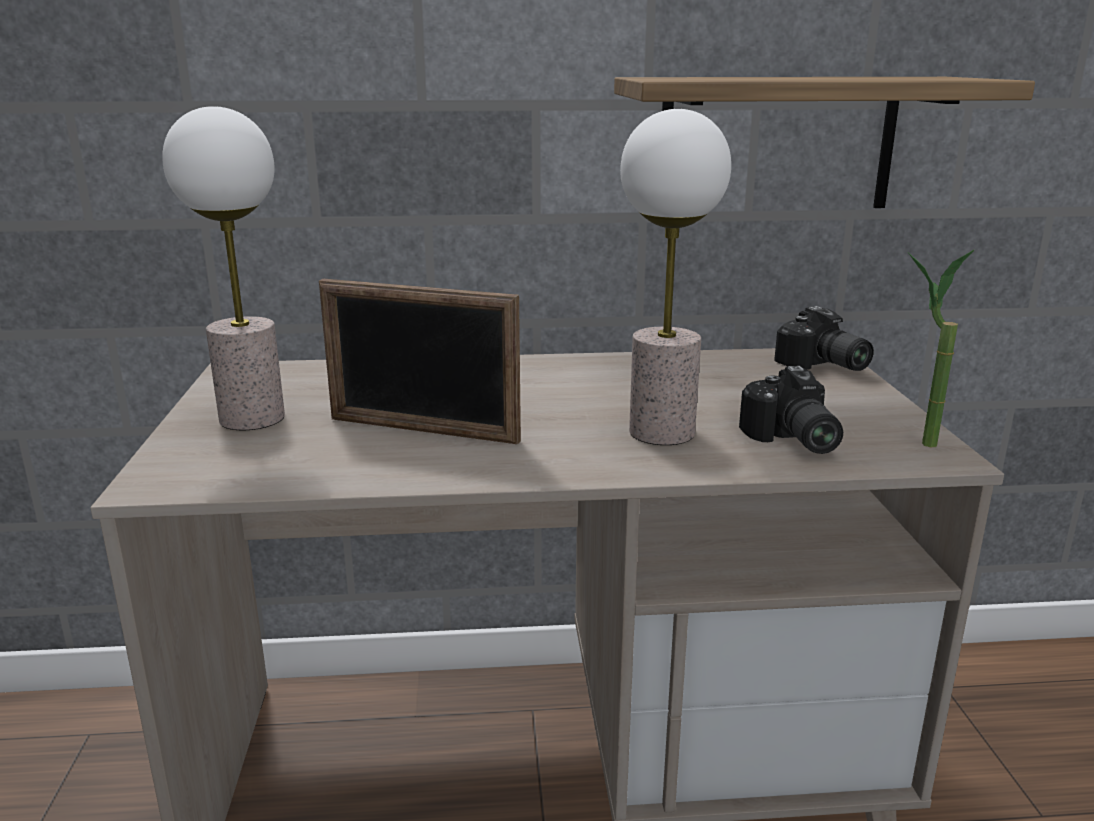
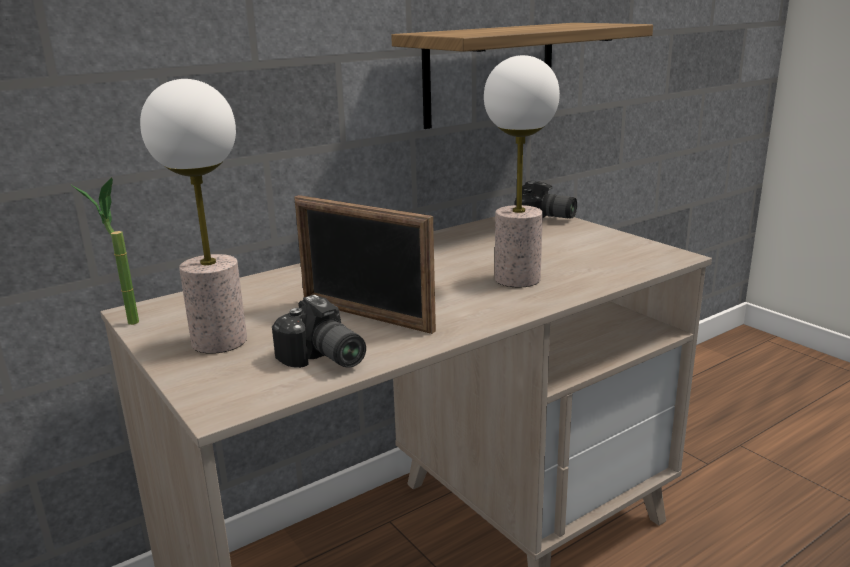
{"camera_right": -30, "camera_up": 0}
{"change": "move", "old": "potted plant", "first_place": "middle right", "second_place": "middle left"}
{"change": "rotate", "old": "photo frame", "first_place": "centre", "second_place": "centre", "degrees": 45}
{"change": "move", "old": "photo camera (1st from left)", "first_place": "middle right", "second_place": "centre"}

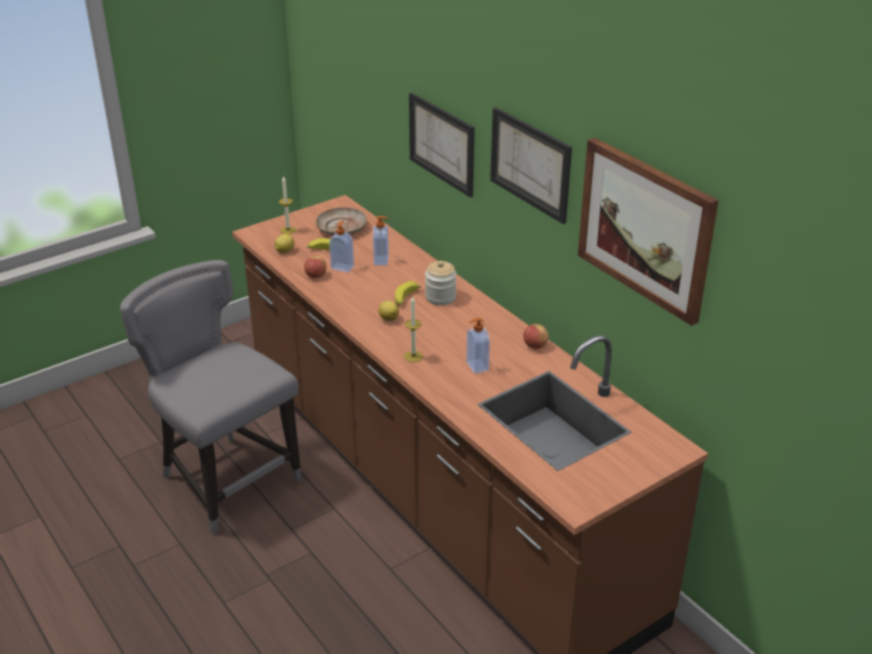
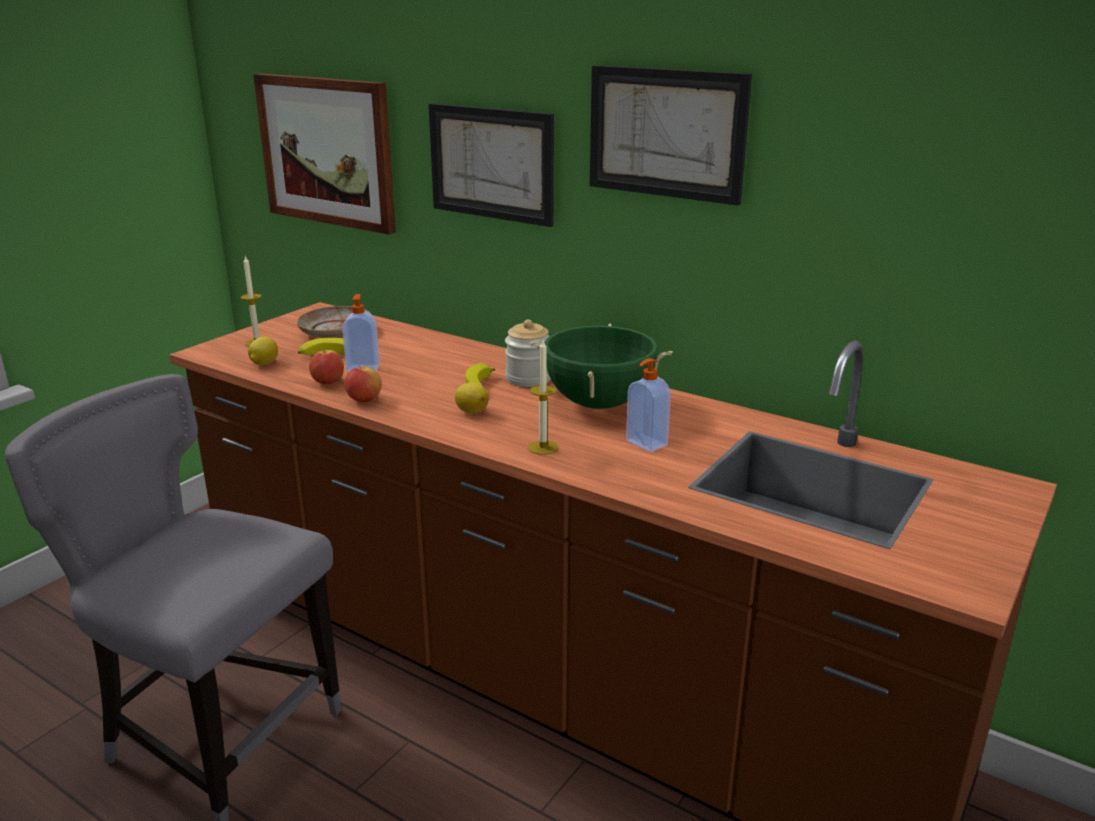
{"camera_right": -20, "camera_up": -10}
{"change": "move", "old": "wall picture (3rd from left in the first image)", "new": "wall picture (1st from left)", "first_place": "middle right", "second_place": "top left"}
{"change": "delete", "old": "soap bottle (2nd from left)", "first_place": "centre"}
{"change": "move", "old": "apple fruit (2nd from left)", "first_place": "centre", "second_place": "middle left"}
{"change": "insert", "new": "green saucepot", "second_place": "centre"}

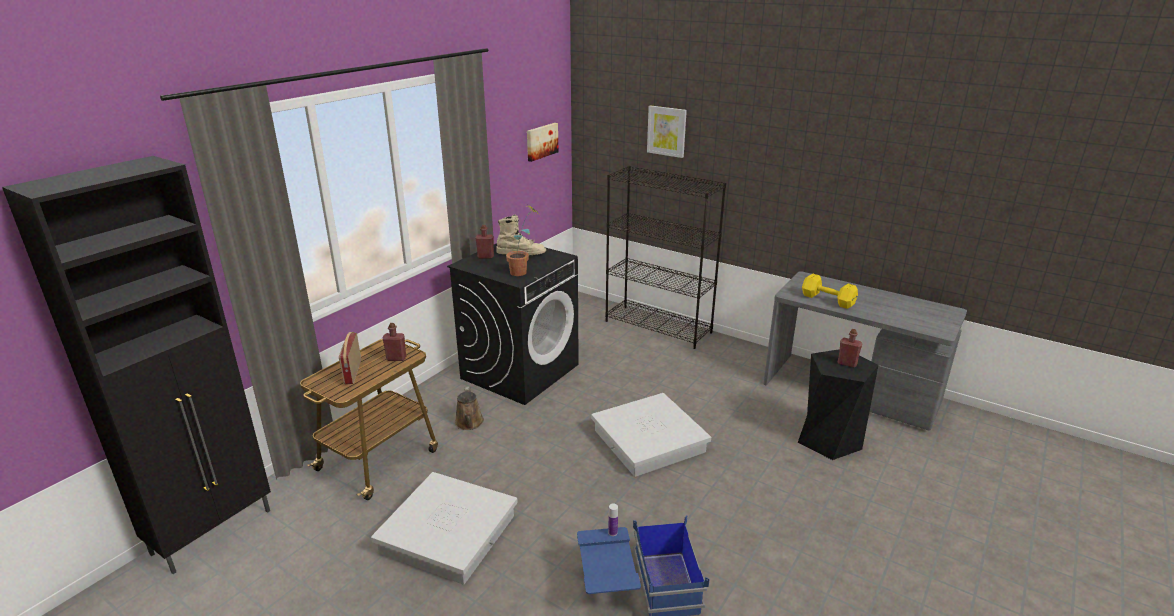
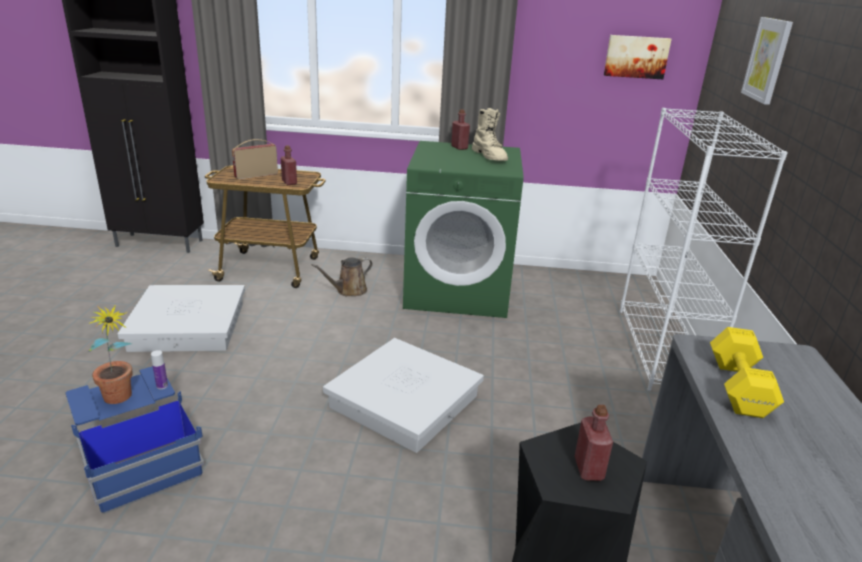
{"camera_right": 60, "camera_up": 0}
{"change": "recolor", "old": "blackish shelving unit", "new": "white-coloured shelving unit", "first_place": "centre", "second_place": "middle right"}
{"change": "move", "old": "potted plant", "first_place": "centre", "second_place": "middle left"}
{"change": "recolor", "old": "blackish laundry machine", "new": "green laundry machine", "first_place": "centre", "second_place": "centre"}

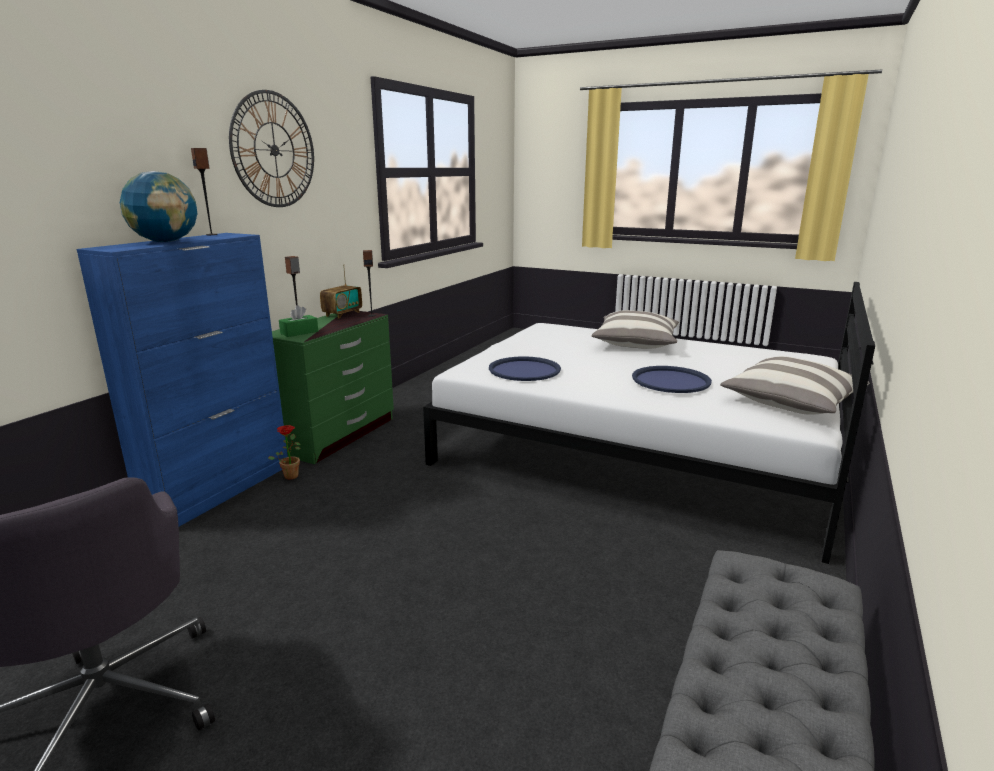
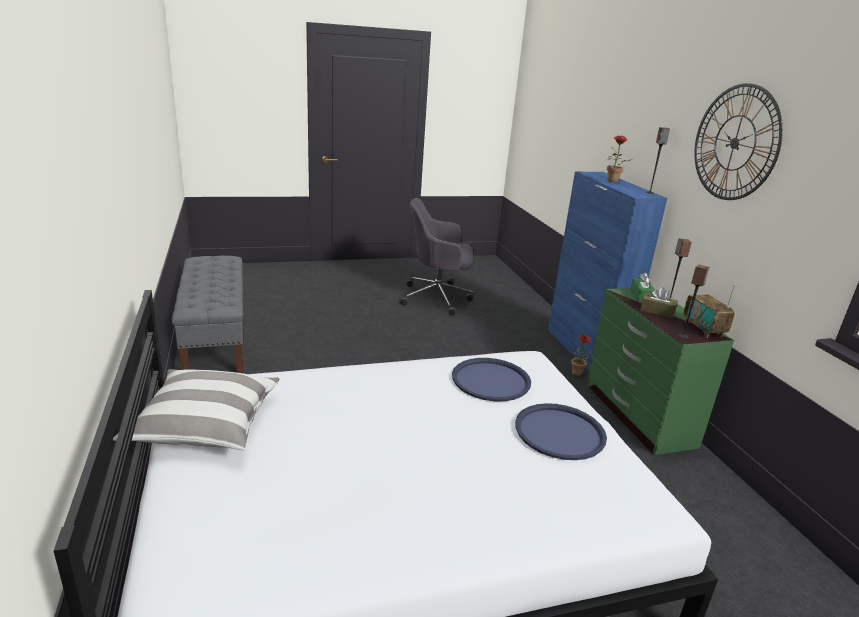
{"camera_right": 135, "camera_up": 5}
{"change": "replace", "old": "desk globe", "new": "potted plant (2nd from left)", "first_place": "top left", "second_place": "top right"}
{"change": "delete", "old": "pillow (1st from left)", "first_place": "centre"}
{"change": "move", "old": "blue-coloured serving tray (2nd from left)", "first_place": "middle right", "second_place": "bottom centre"}
{"change": "insert", "new": "brown-coloured tissue box", "second_place": "middle right"}

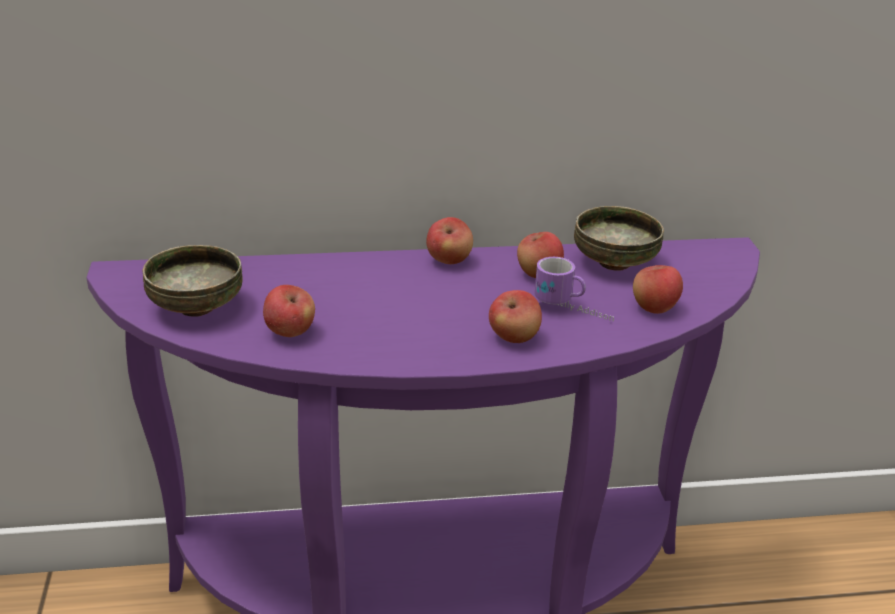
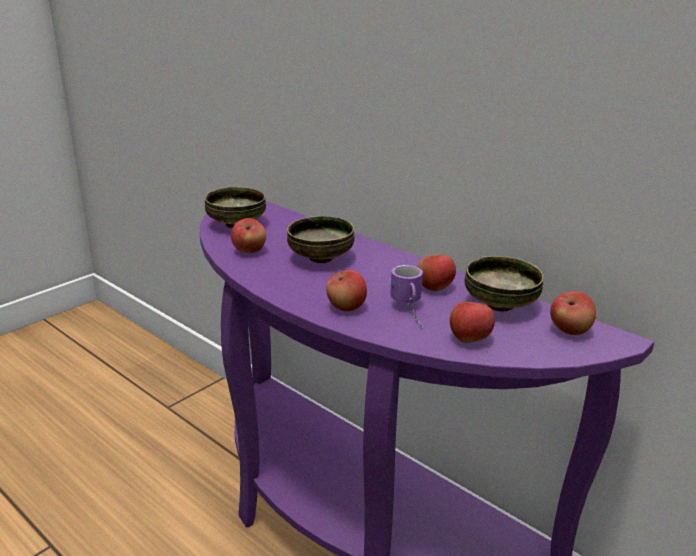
{"camera_right": 50, "camera_up": -5}
{"change": "move", "old": "apple fruit (2nd from left in the first image)", "new": "apple fruit (5th from left)", "first_place": "centre", "second_place": "middle right"}
{"change": "insert", "new": "deep dish (2nd from left)", "second_place": "centre"}

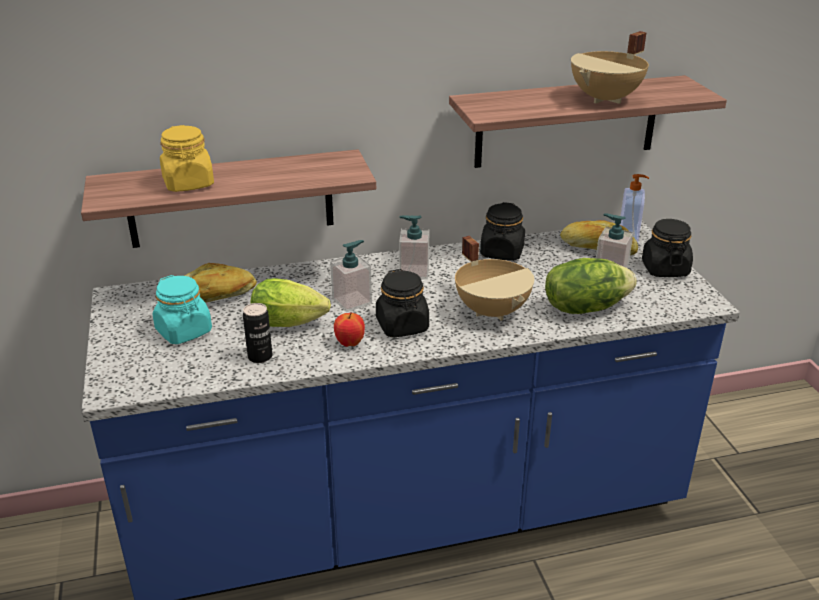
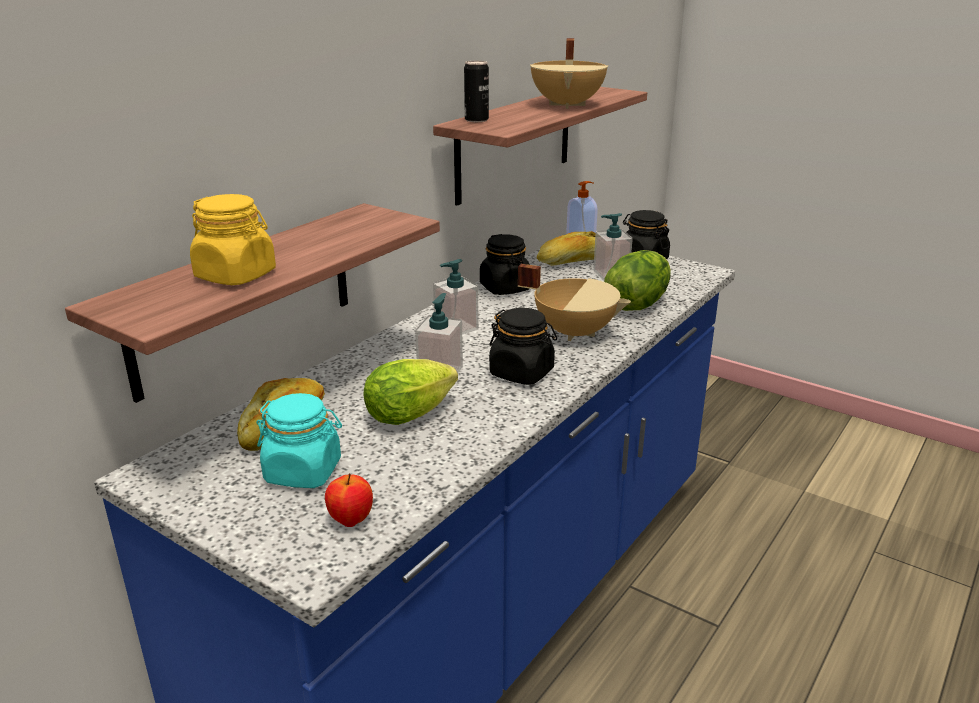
{"camera_right": -40, "camera_up": -5}
{"change": "move", "old": "metal can", "first_place": "middle left", "second_place": "top centre"}
{"change": "move", "old": "apple fruit", "first_place": "centre", "second_place": "bottom centre"}

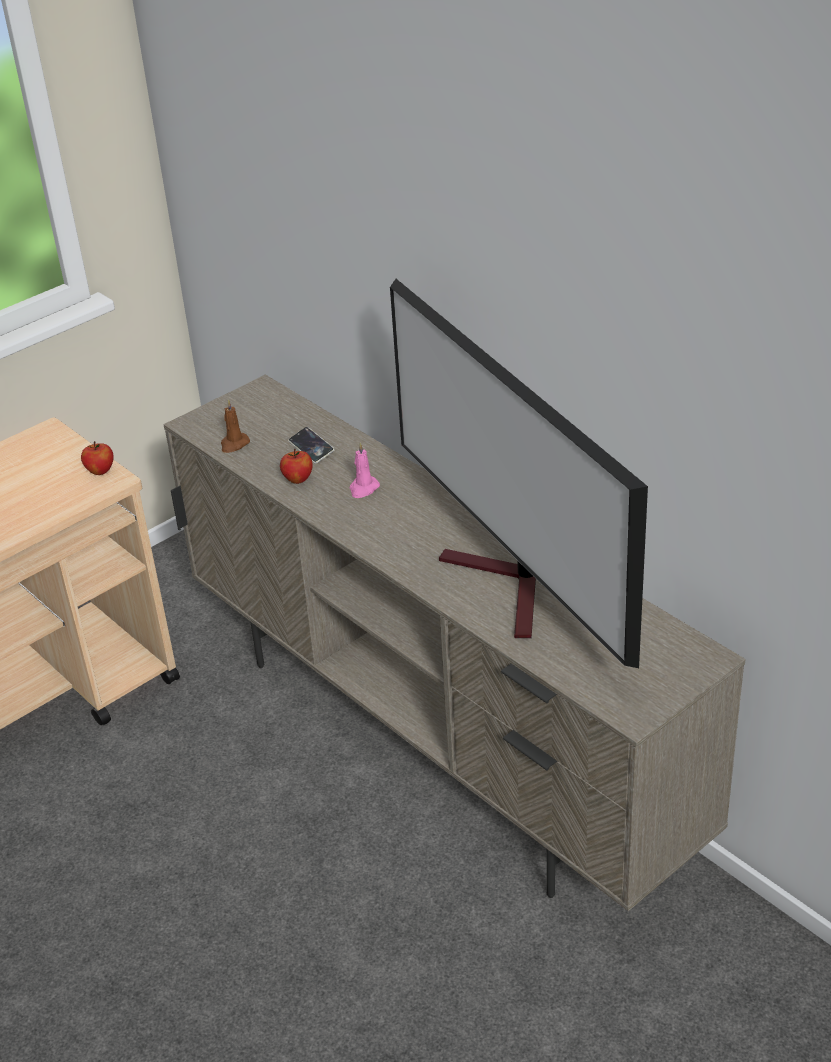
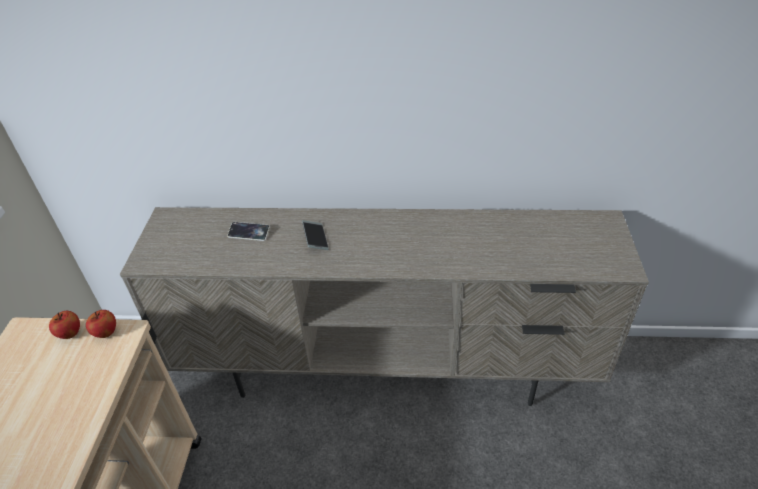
{"camera_right": -45, "camera_up": 5}
{"change": "delete", "old": "TV set", "first_place": "centre"}
{"change": "delete", "old": "brown-coloured candle", "first_place": "middle left"}
{"change": "replace", "old": "pink candle", "new": "telephone (2nd from left)", "first_place": "centre", "second_place": "centre"}
{"change": "move", "old": "apple fruit (2nd from left in the first image)", "new": "apple fruit (1st from left)", "first_place": "centre", "second_place": "middle left"}

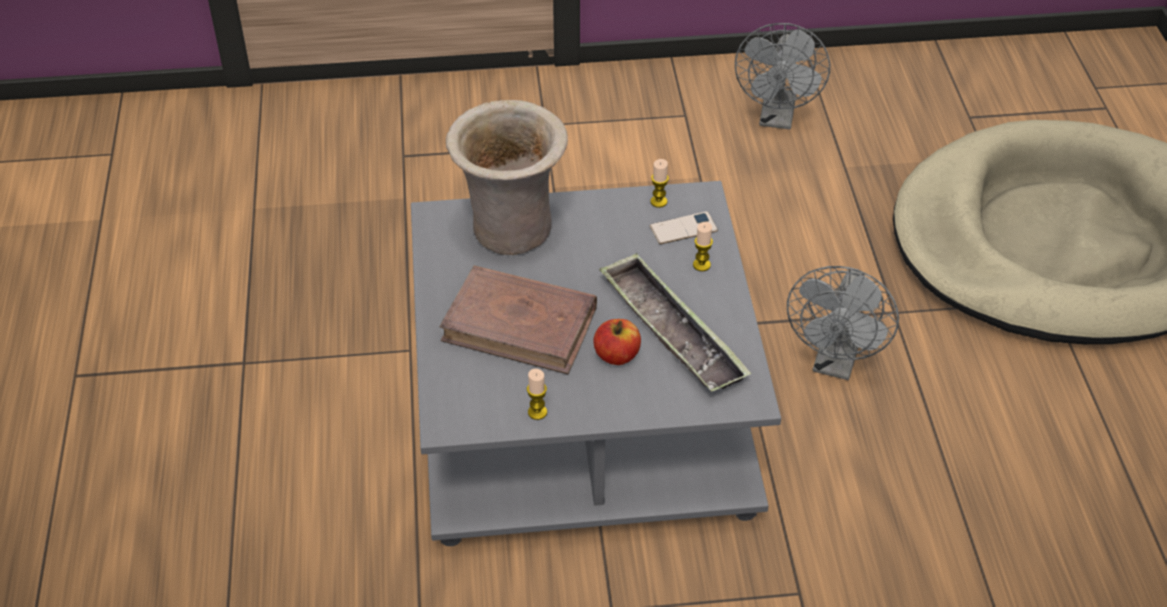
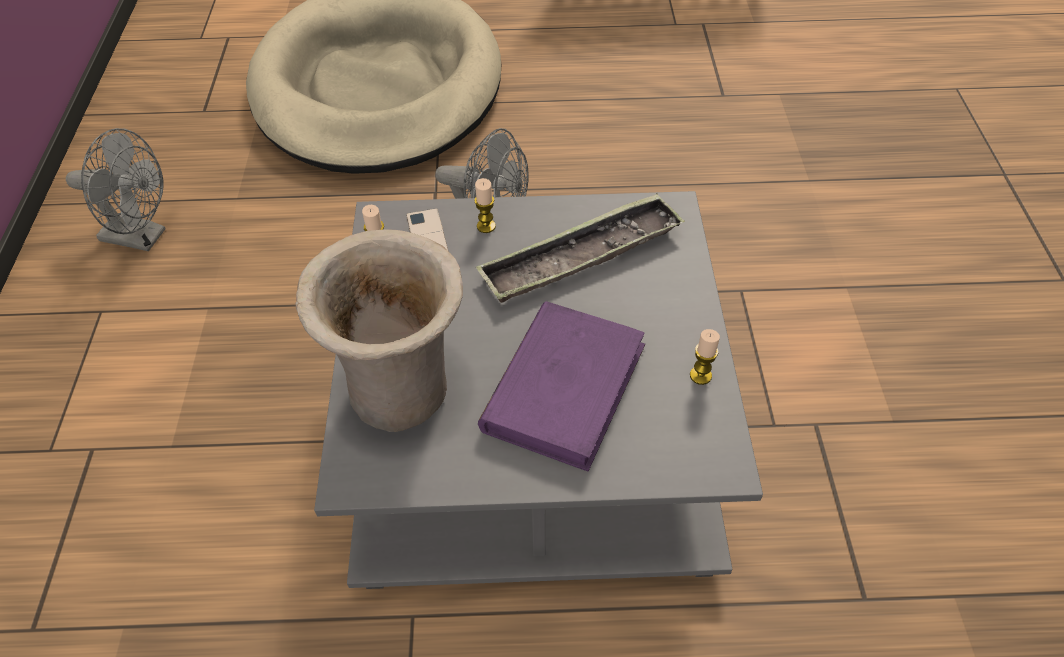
{"camera_right": -85, "camera_up": 5}
{"change": "recolor", "old": "brown-coloured book", "new": "purple-coloured book", "first_place": "centre", "second_place": "centre"}
{"change": "delete", "old": "apple fruit", "first_place": "centre"}

